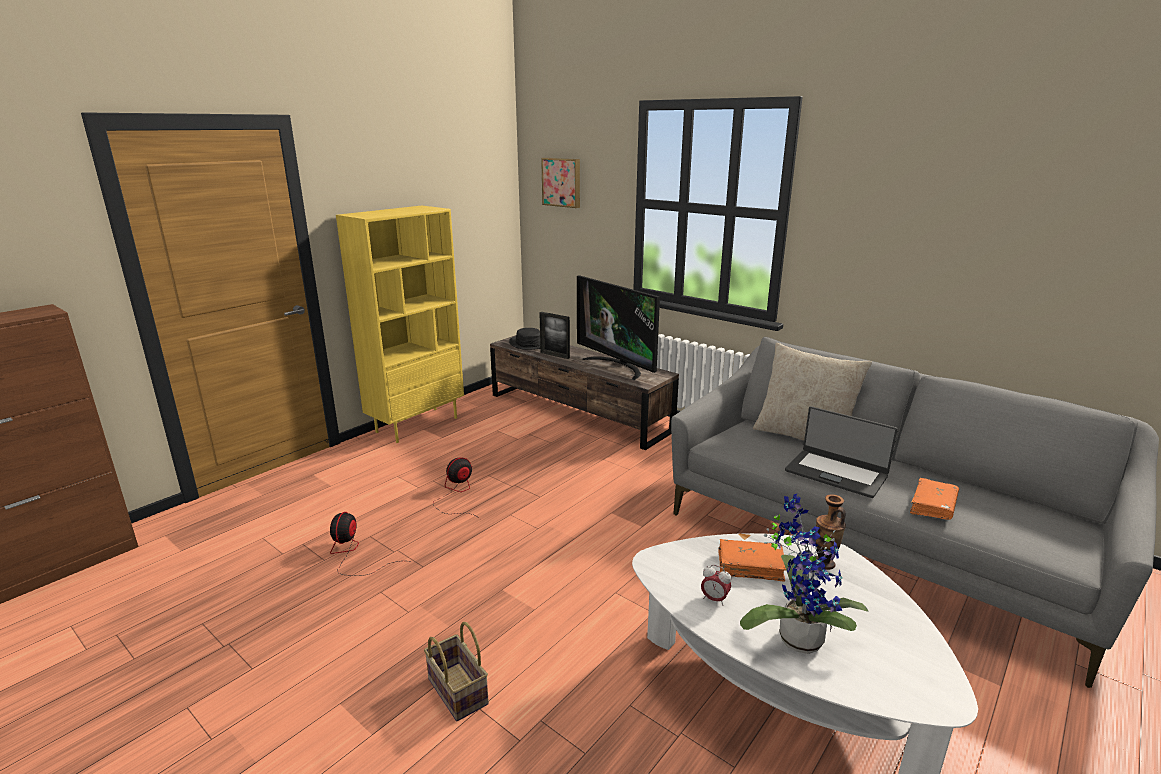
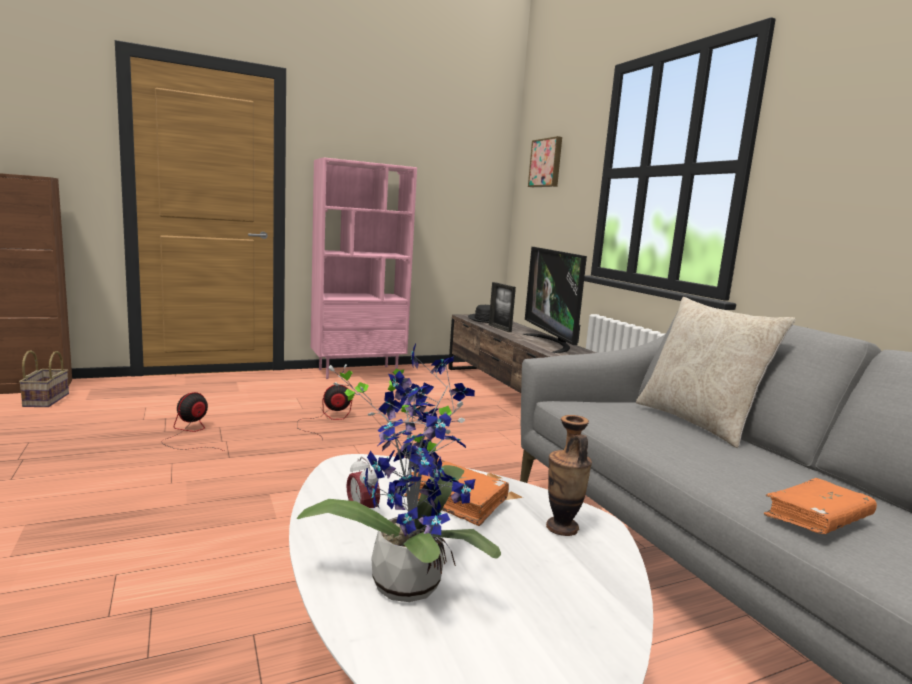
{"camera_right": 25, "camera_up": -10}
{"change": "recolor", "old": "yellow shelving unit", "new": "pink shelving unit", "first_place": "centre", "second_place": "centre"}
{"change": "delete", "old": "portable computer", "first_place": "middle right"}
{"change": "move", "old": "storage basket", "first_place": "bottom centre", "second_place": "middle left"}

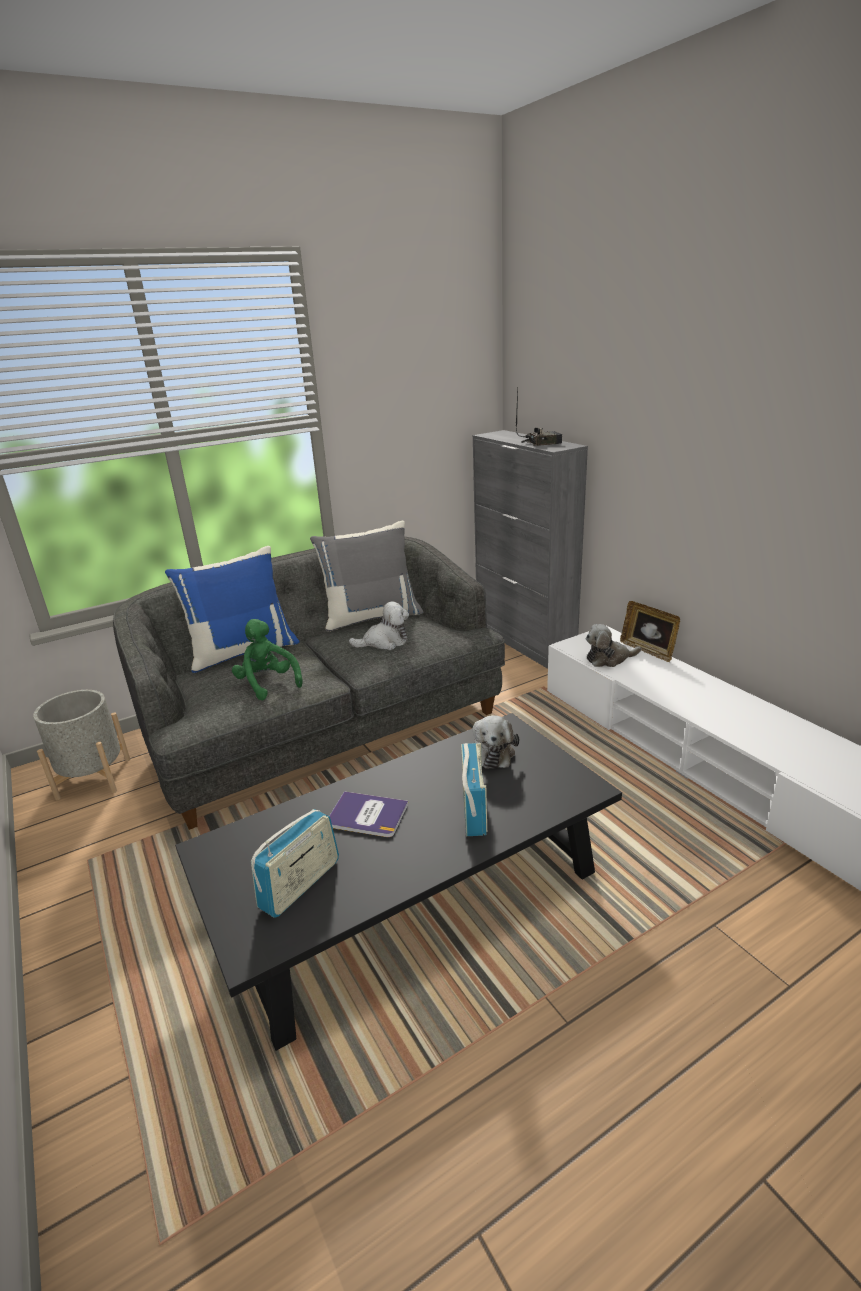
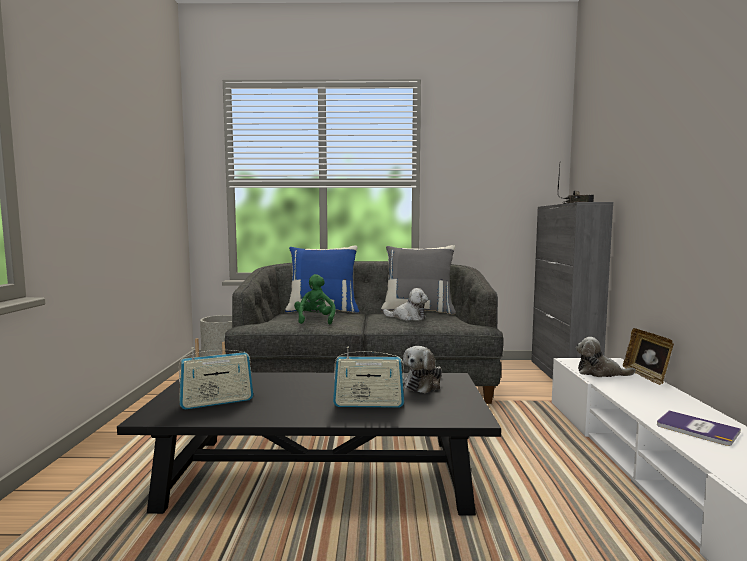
{"camera_right": 30, "camera_up": -20}
{"change": "rotate", "old": "radio set (2nd from left)", "first_place": "centre", "second_place": "bottom centre", "degrees": 60}
{"change": "move", "old": "book", "first_place": "centre", "second_place": "bottom right"}

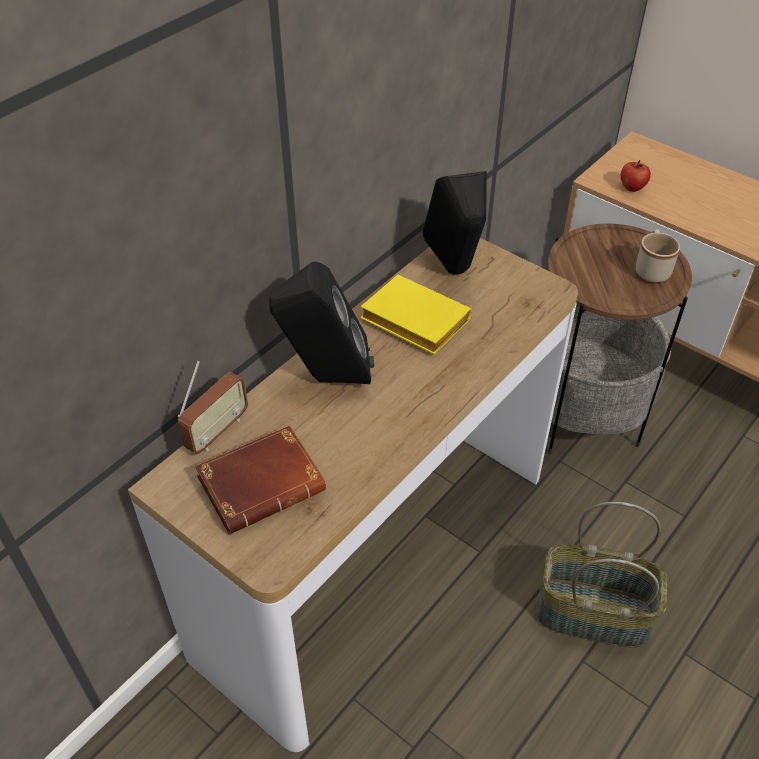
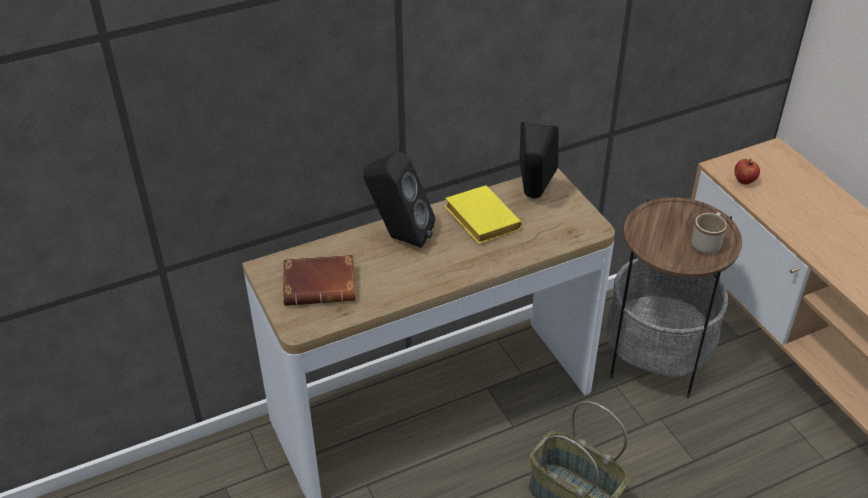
{"camera_right": 25, "camera_up": -5}
{"change": "delete", "old": "radio set", "first_place": "middle left"}

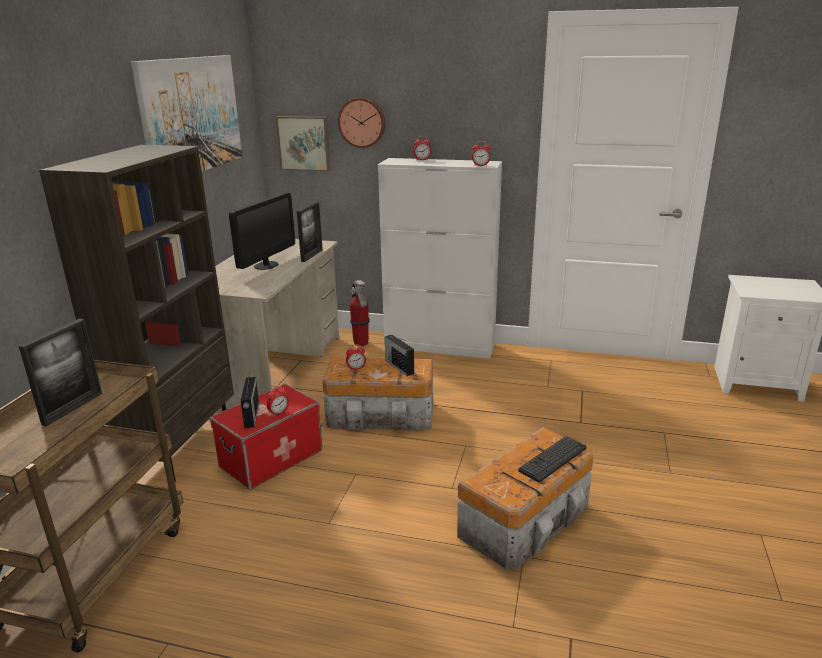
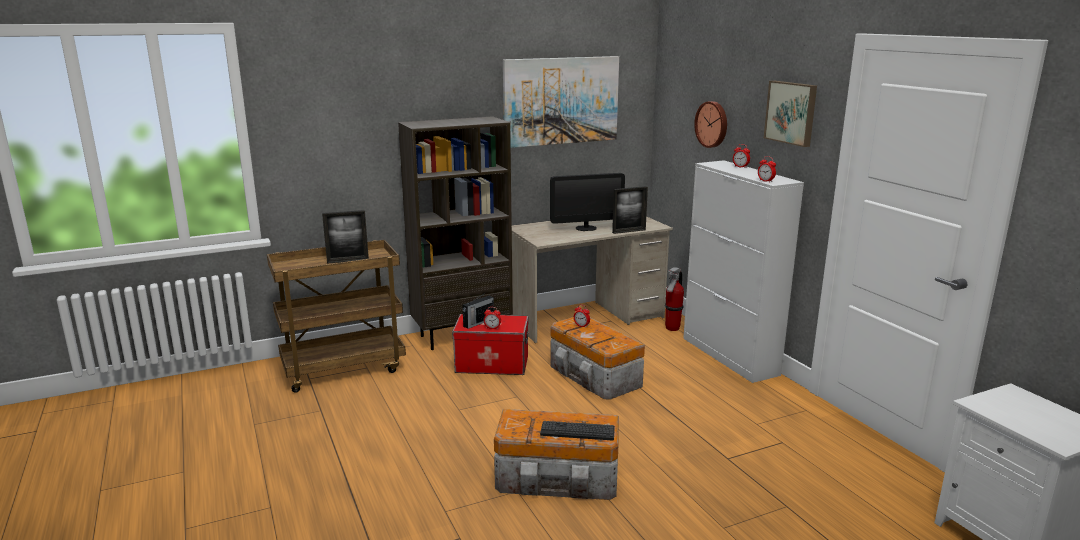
{"camera_right": 50, "camera_up": -5}
{"change": "move", "old": "wall picture (2nd from left)", "first_place": "top centre", "second_place": "top right"}
{"change": "delete", "old": "radio set (2nd from left)", "first_place": "centre"}

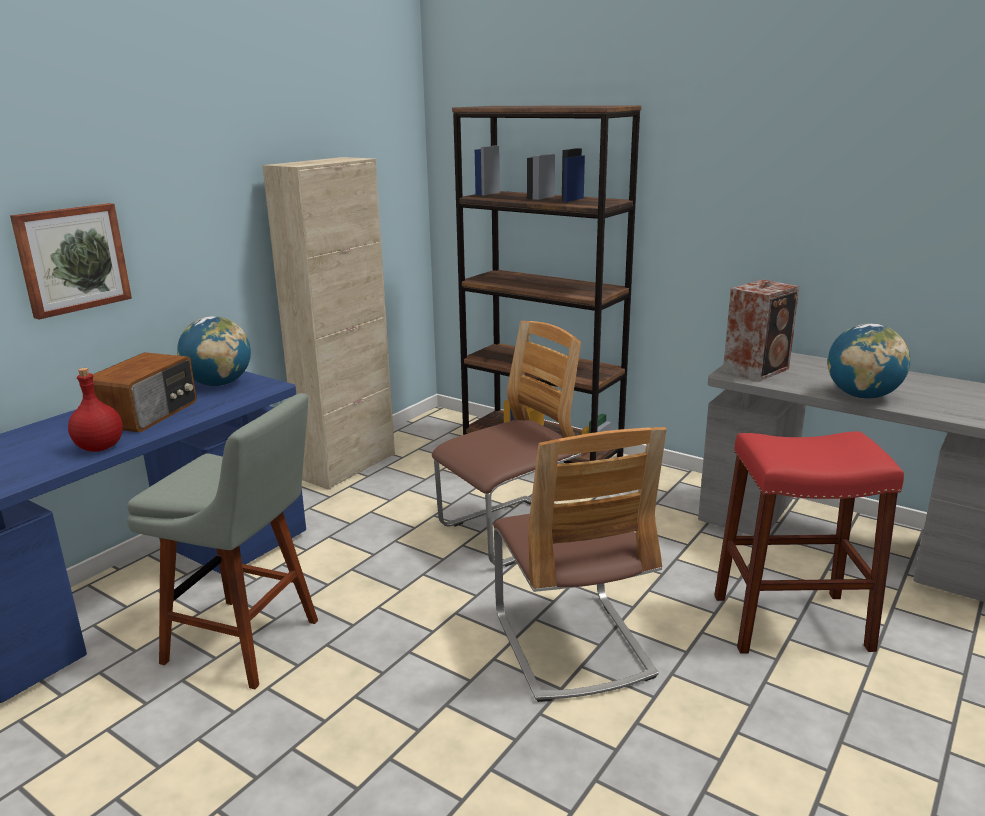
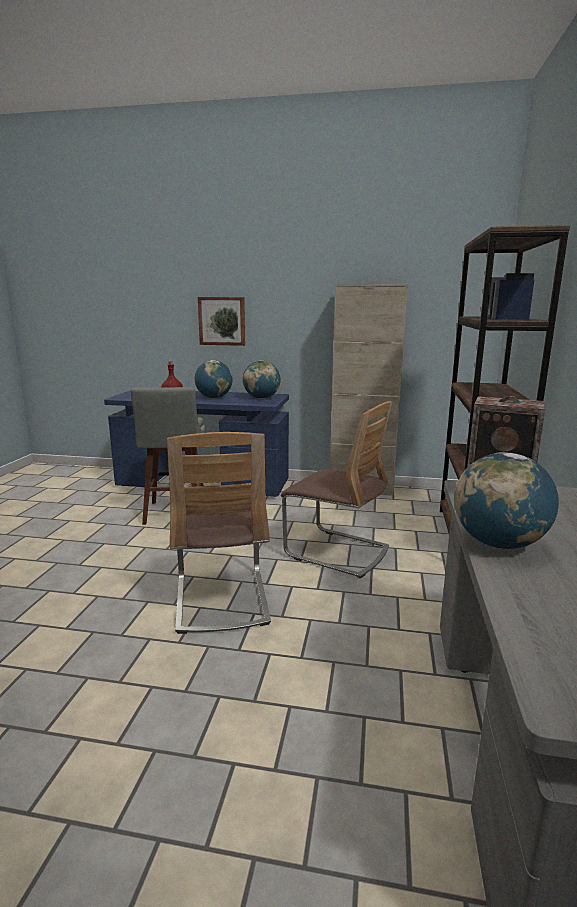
{"camera_right": 65, "camera_up": -5}
{"change": "replace", "old": "radio set", "new": "desk globe (1st from left)", "first_place": "middle left", "second_place": "centre"}
{"change": "rotate", "old": "upright chair (2nd from left in the first image)", "first_place": "bottom centre", "second_place": "centre", "degrees": -60}
{"change": "delete", "old": "red stool", "first_place": "middle right"}

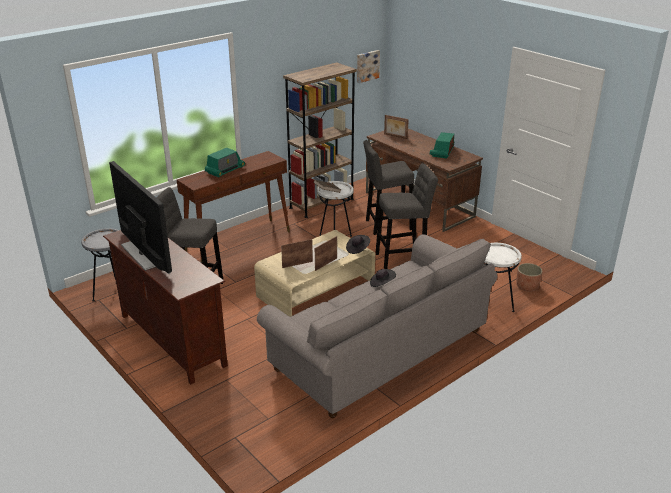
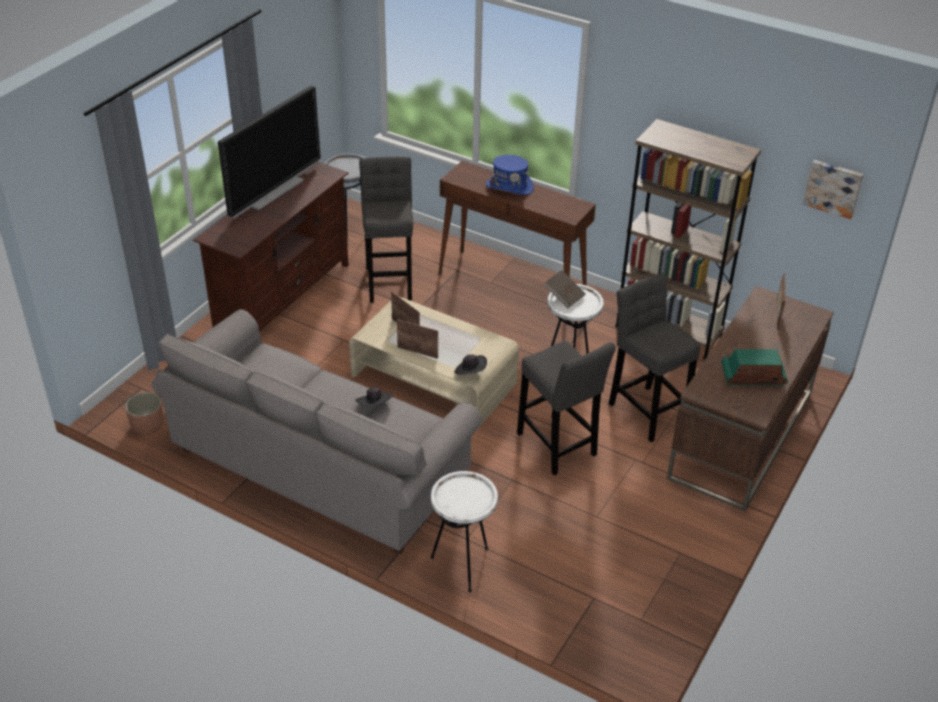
{"camera_right": 70, "camera_up": 10}
{"change": "replace", "old": "radio set (1st from left)", "new": "blue-coloured clothing hat", "first_place": "top centre", "second_place": "top centre"}
{"change": "move", "old": "plant pot", "first_place": "middle right", "second_place": "middle left"}

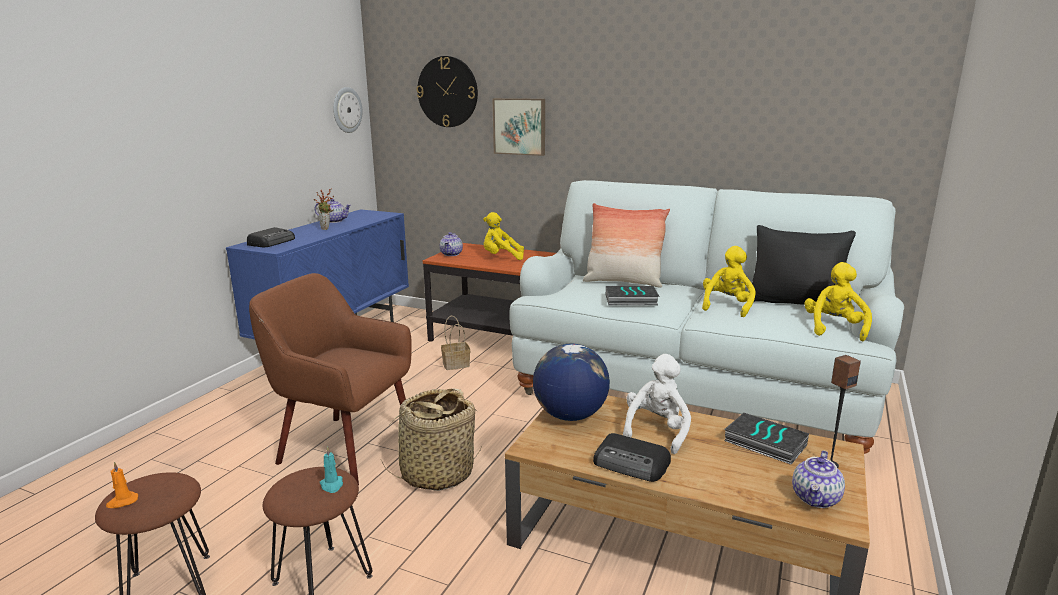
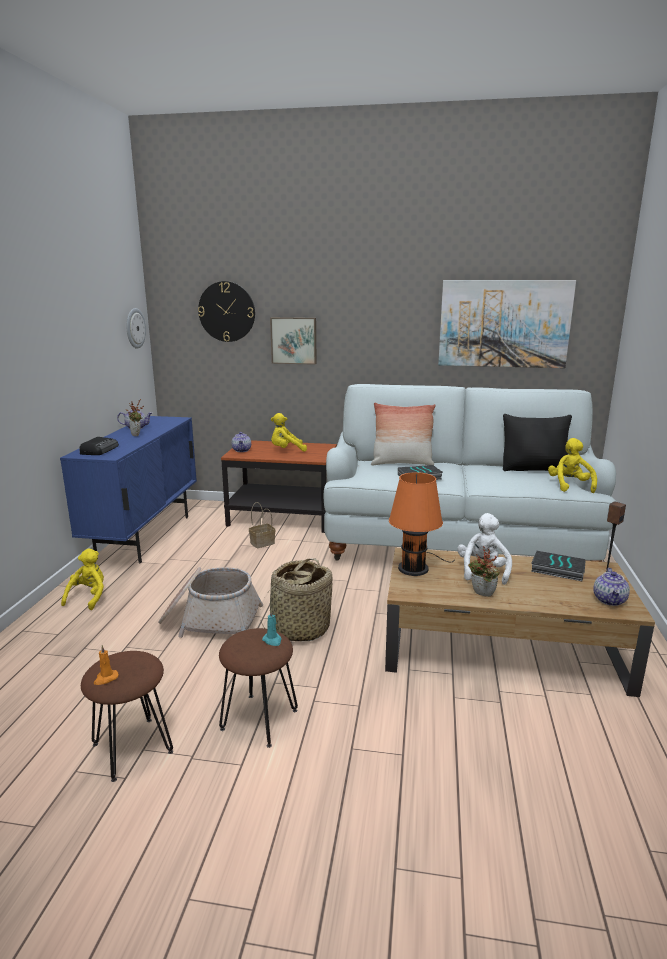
{"camera_right": -15, "camera_up": 0}
{"change": "move", "old": "yellow cuddly toy (2nd from left in the first image)", "new": "yellow cuddly toy (1st from left)", "first_place": "middle right", "second_place": "middle left"}
{"change": "replace", "old": "brown-coloured easy chair", "new": "storage basket (1st from left)", "first_place": "middle left", "second_place": "middle left"}
{"change": "replace", "old": "desk globe", "new": "orange table lamp", "first_place": "centre", "second_place": "centre"}
{"change": "replace", "old": "radio set (2nd from left)", "new": "potted plant (2nd from left)", "first_place": "bottom centre", "second_place": "middle right"}
{"change": "insert", "new": "wall picture (2nd from left)", "second_place": "middle right"}

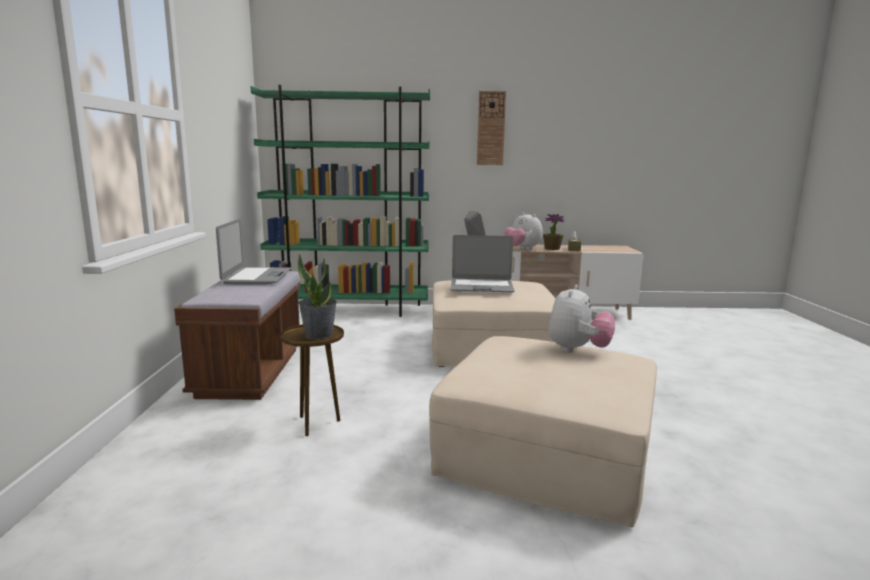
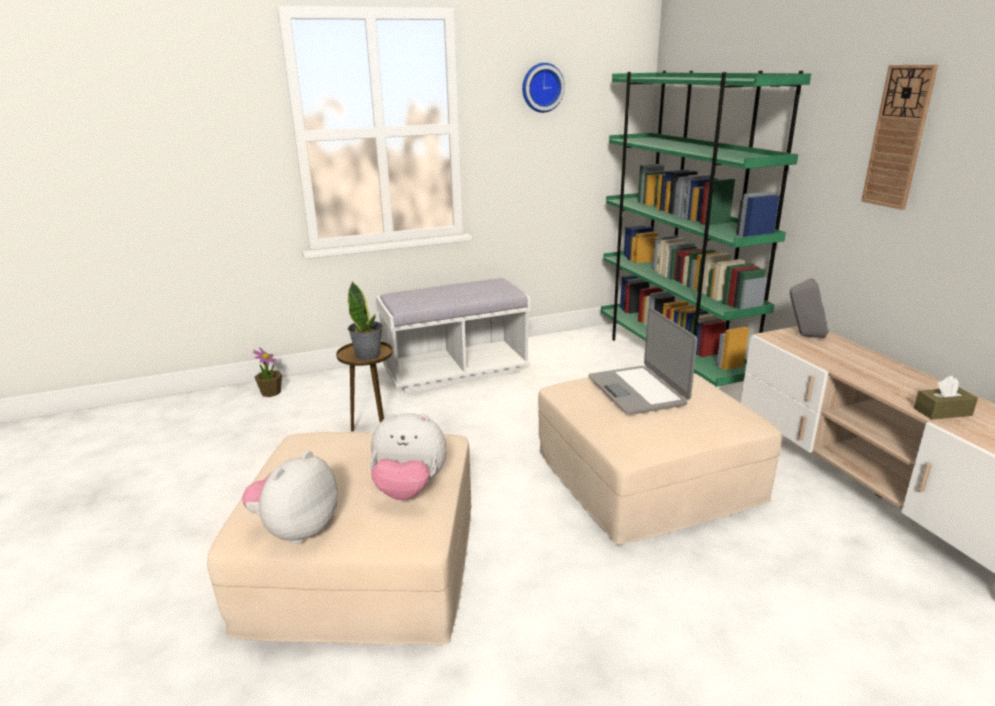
{"camera_right": 70, "camera_up": 10}
{"change": "move", "old": "cuddly toy (1st from left)", "first_place": "centre", "second_place": "bottom left"}
{"change": "move", "old": "potted plant (2nd from left in the first image)", "new": "potted plant (1st from left)", "first_place": "centre", "second_place": "middle left"}
{"change": "delete", "old": "portable computer (1st from left)", "first_place": "middle left"}
{"change": "recolor", "old": "brown-coloured long seat", "new": "white-coloured long seat", "first_place": "middle left", "second_place": "centre"}
{"change": "insert", "new": "hanging clock (1st from left)", "second_place": "top centre"}

